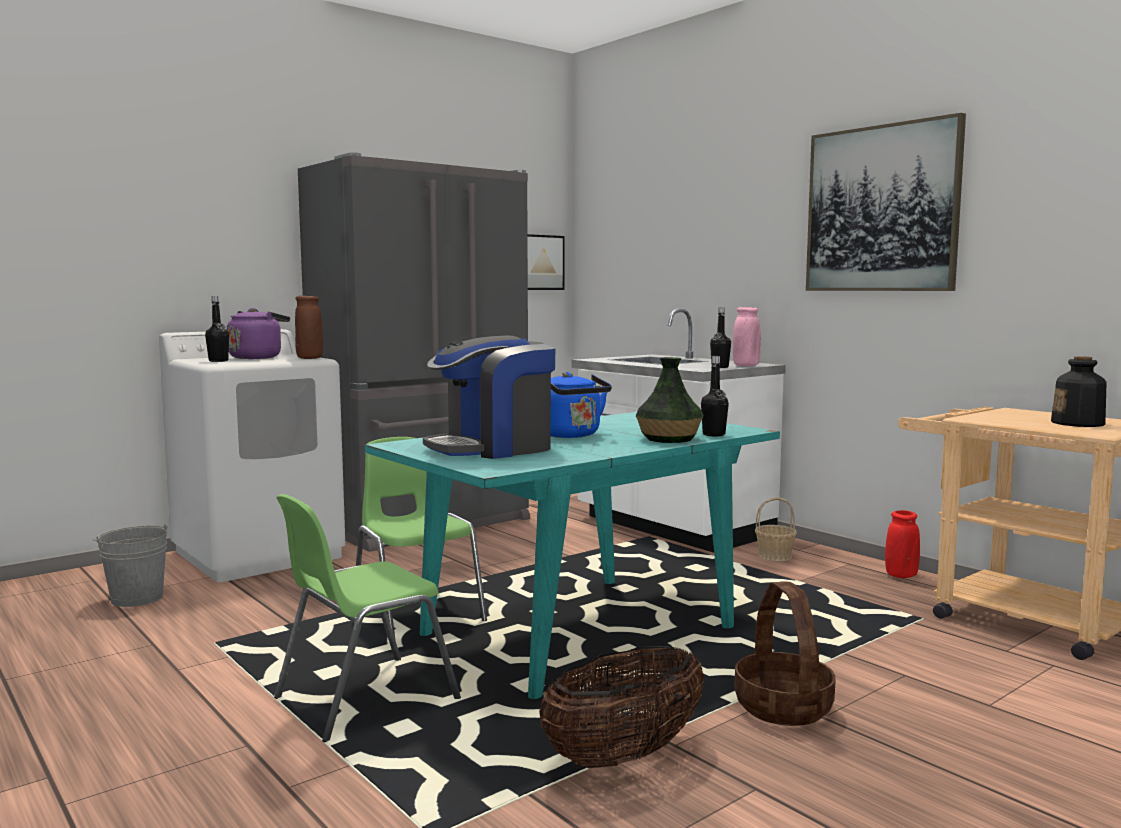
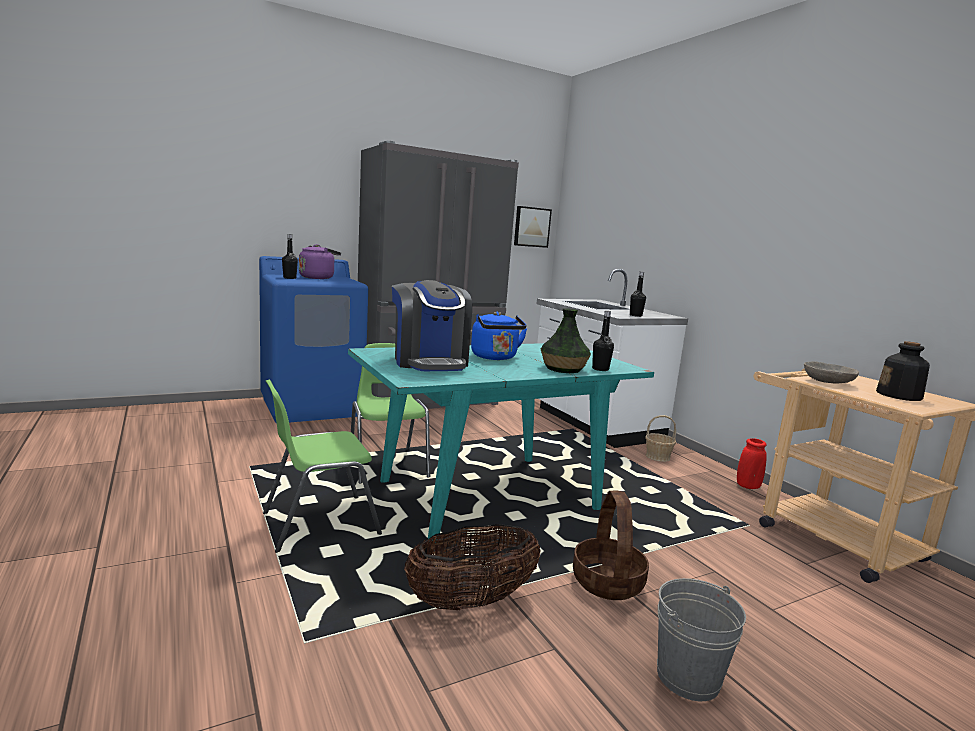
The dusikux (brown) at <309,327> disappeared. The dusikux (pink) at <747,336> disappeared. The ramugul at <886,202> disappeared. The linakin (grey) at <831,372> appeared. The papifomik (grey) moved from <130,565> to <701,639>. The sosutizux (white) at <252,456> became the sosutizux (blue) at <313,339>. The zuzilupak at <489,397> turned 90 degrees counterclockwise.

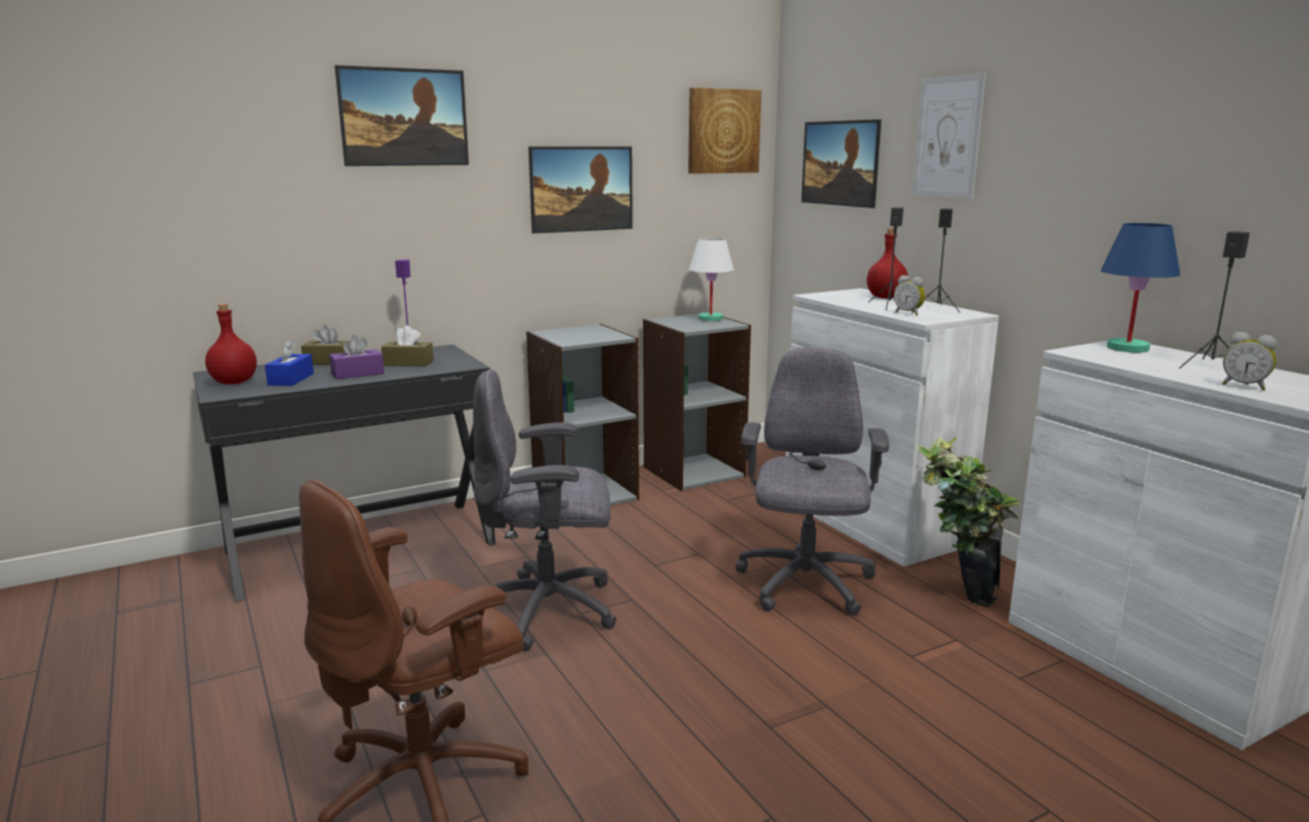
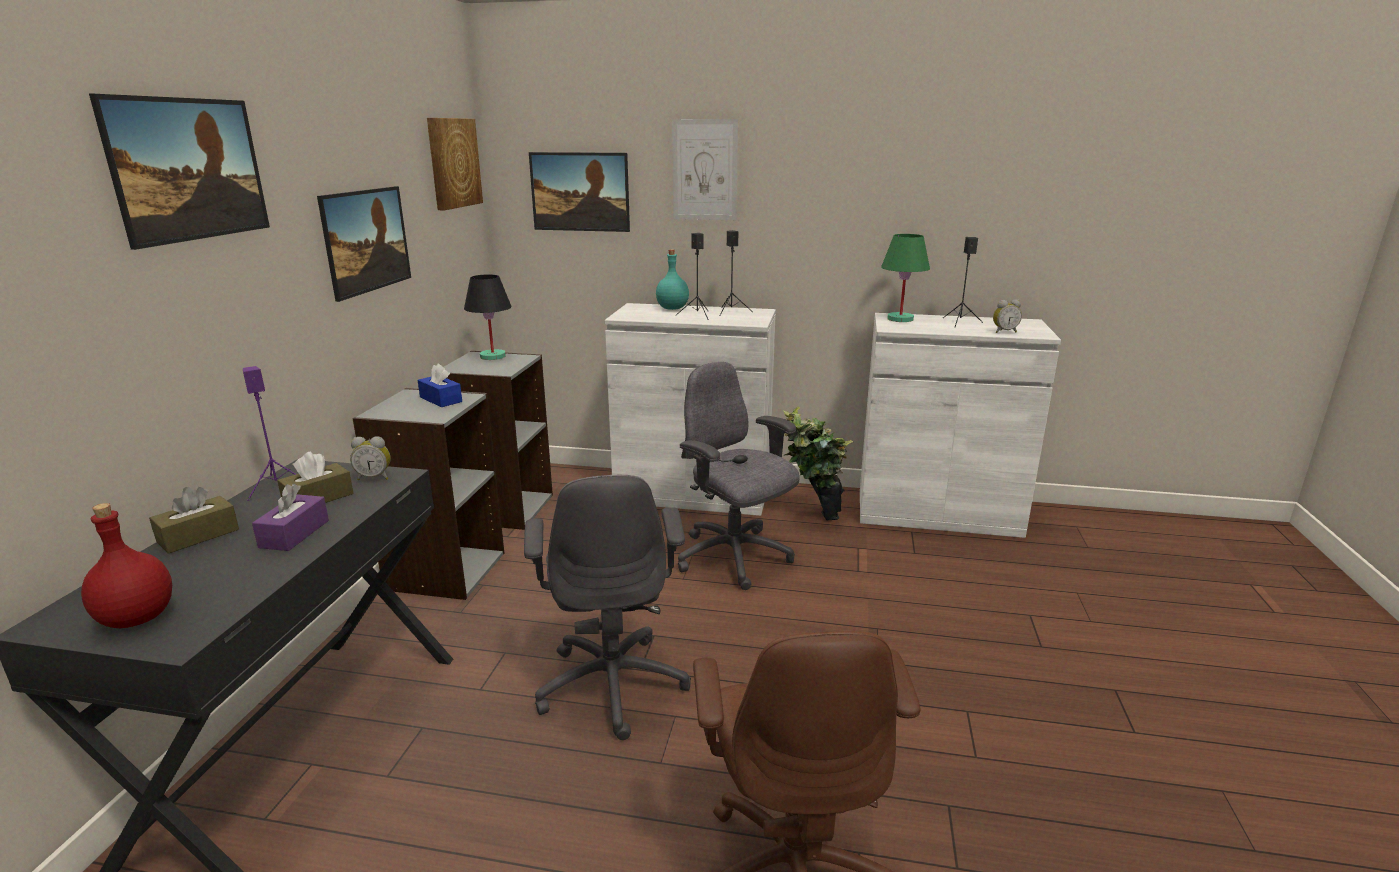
The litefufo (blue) moved from <289,362> to <440,385>. The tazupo moved from <909,295> to <370,458>. The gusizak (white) at <711,279> became the gusizak (black) at <488,317>. The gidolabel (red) at <887,263> became the gidolabel (turquoise) at <672,279>. The gusizak (blue) at <1140,288> became the gusizak (green) at <905,278>. The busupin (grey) at <545,510> turned 45 degrees counterclockwise.

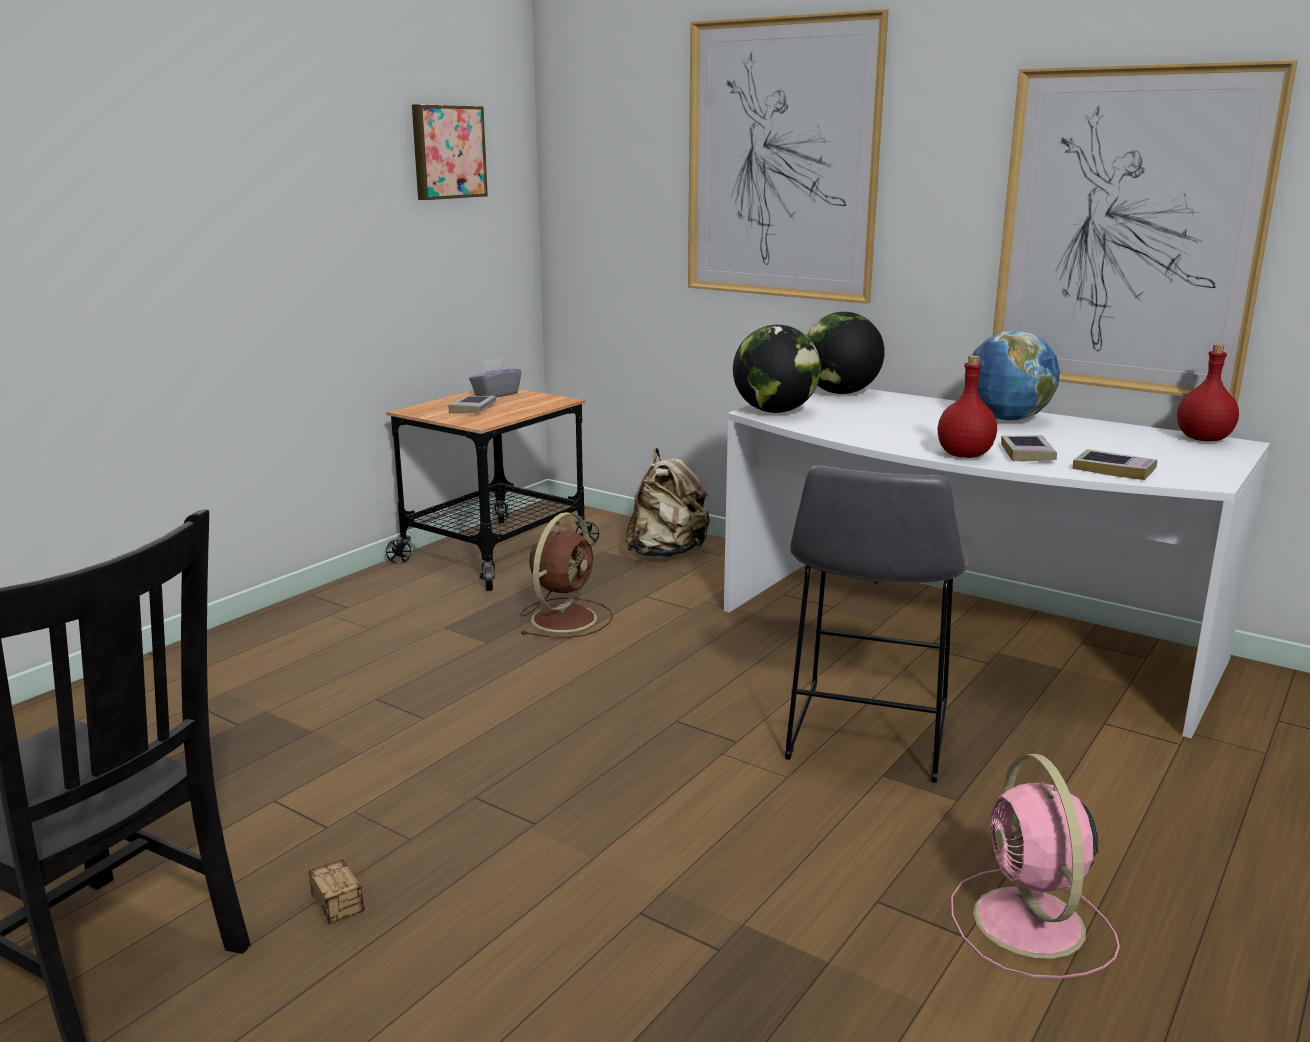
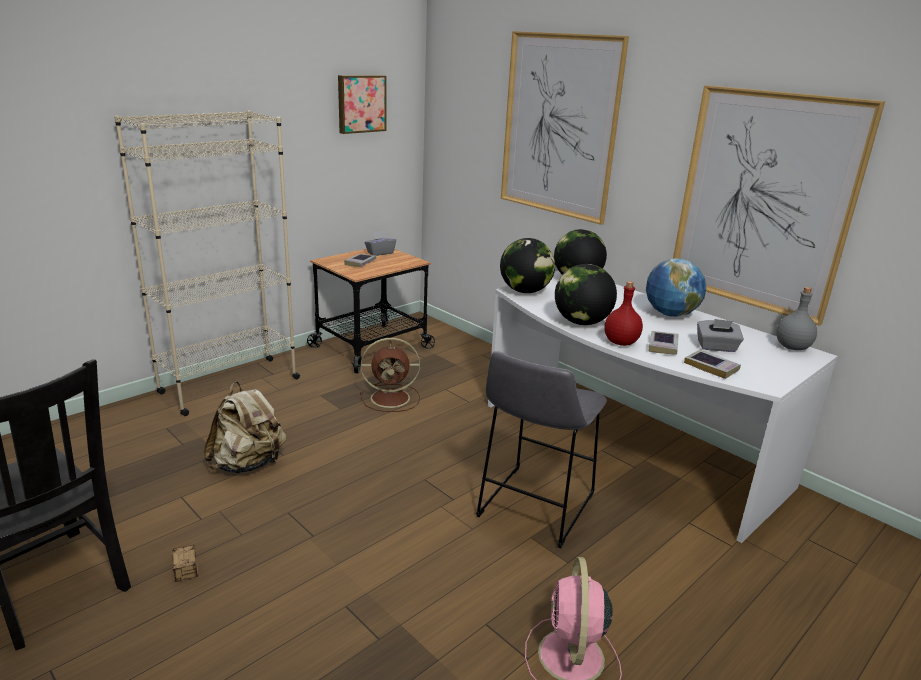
The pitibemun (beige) at <207,263> appeared. The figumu at <586,294> appeared. The litefufo (grey) at <720,335> appeared. The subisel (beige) moved from <667,503> to <244,427>. The gidolabel (red) at <1208,393> became the gidolabel (grey) at <796,318>. The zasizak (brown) at <566,575> turned 45 degrees clockwise.

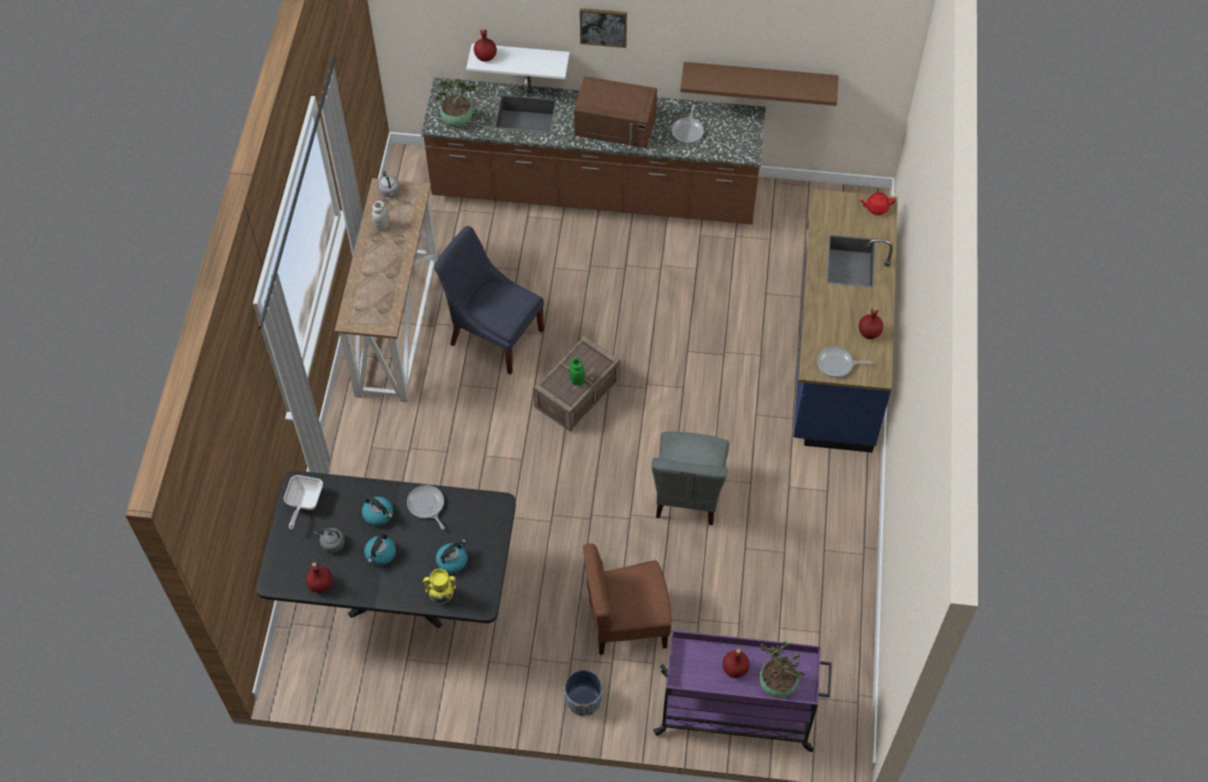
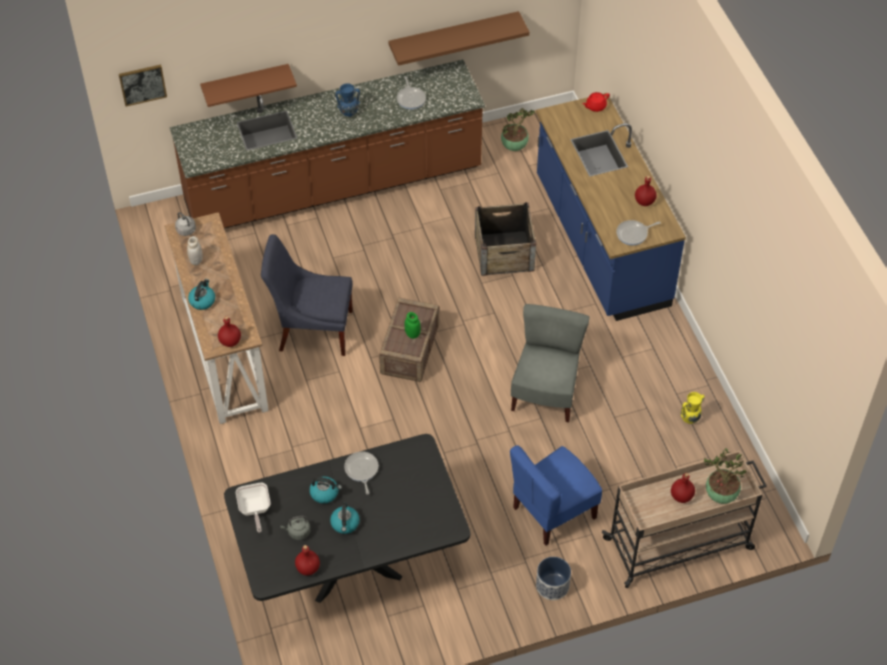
The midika at <505,239> appeared. The dusikux (yellow) moved from <439,586> to <693,408>. The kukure moved from <455,103> to <518,129>. The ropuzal moved from <452,556> to <201,294>. The gidolabel (red) moved from <485,45> to <229,331>. The ramugul moved from <603,28> to <143,86>. The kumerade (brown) at <615,112> was replaced by the dusikux (blue) at <347,100>. The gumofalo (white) at <518,61> became the gumofalo (brown) at <248,85>. The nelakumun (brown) at <627,599> became the nelakumun (blue) at <556,495>. The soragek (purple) at <742,691> became the soragek (beige) at <684,519>. The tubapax at <426,507> turned 45 degrees clockwise. The nelakumun (grey) at <690,478> turned 150 degrees counterclockwise.

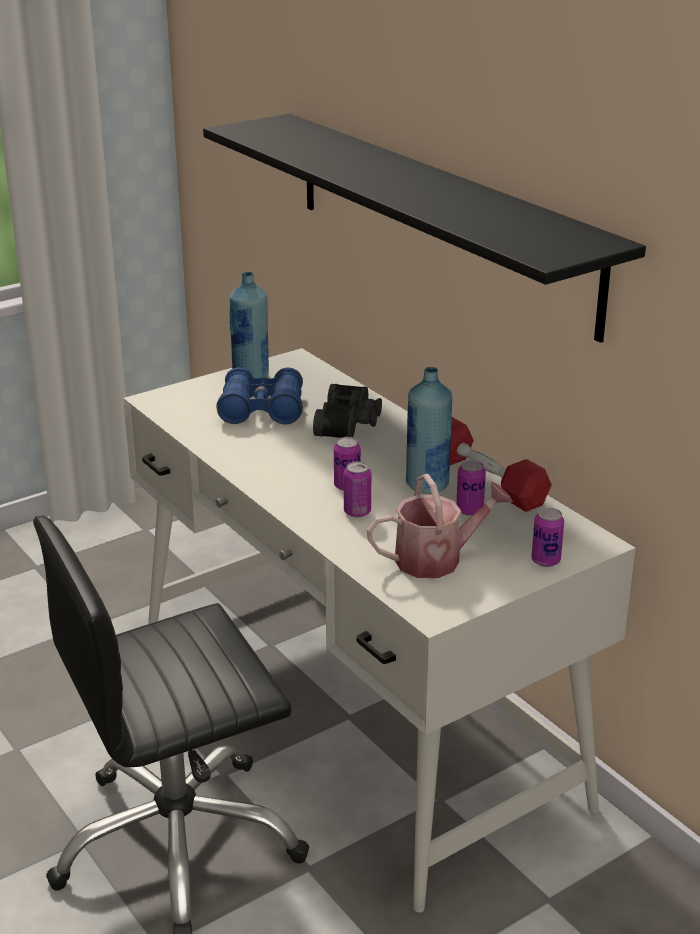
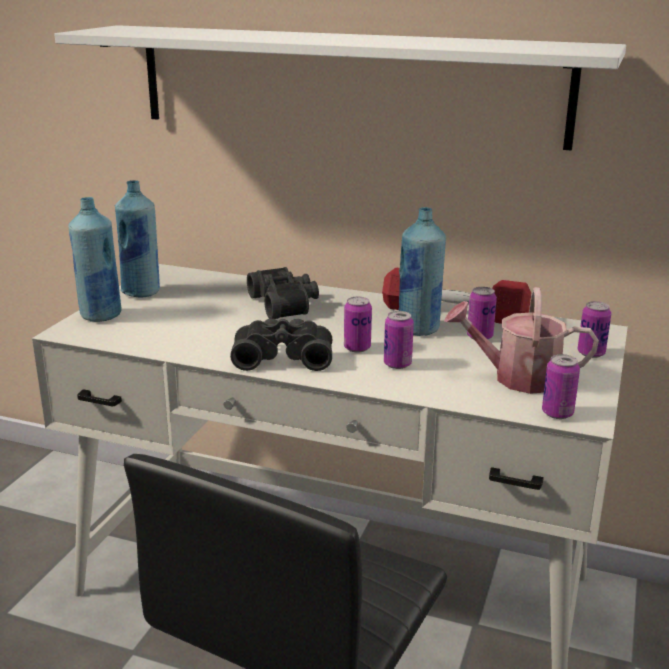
The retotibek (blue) at <259,395> disappeared. The gidolabel (blue) at <95,259> appeared. The retotibek (black) at <281,345> appeared. The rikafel at <561,386> appeared. The gumofalo (black) at <424,228> became the gumofalo (white) at <340,88>. The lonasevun at <440,526> turned 120 degrees counterclockwise.

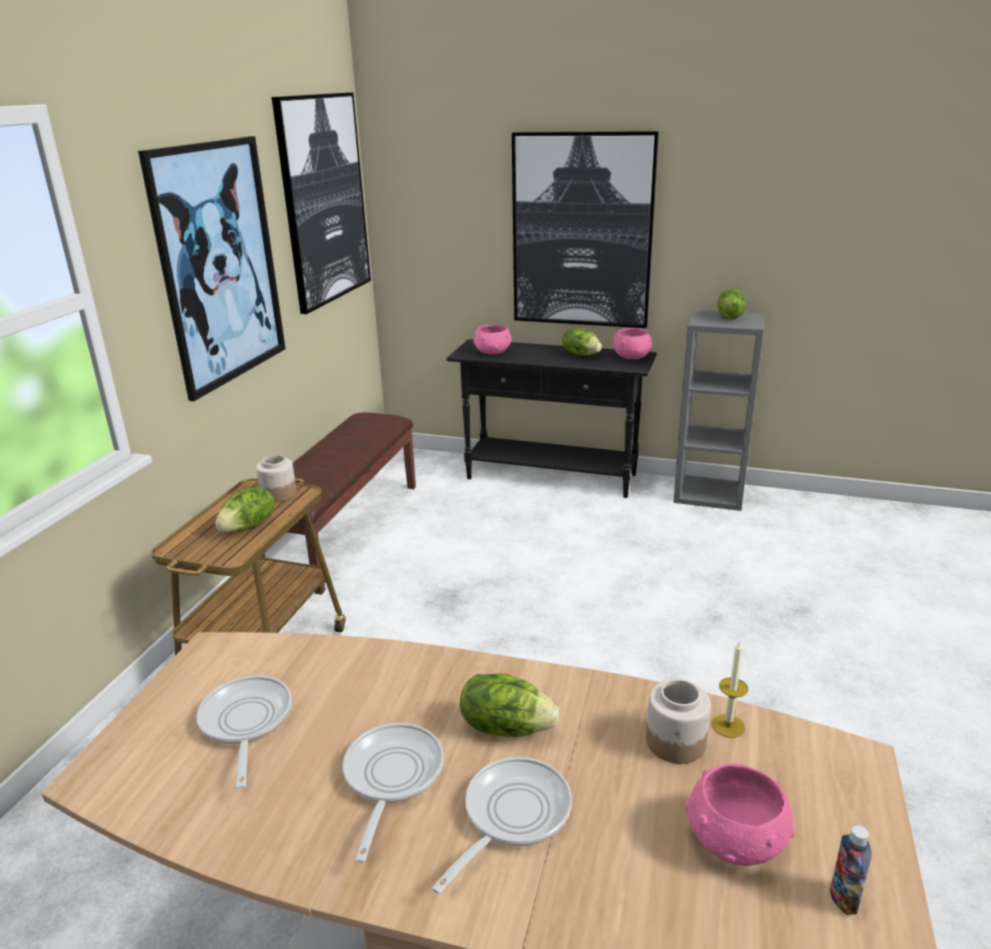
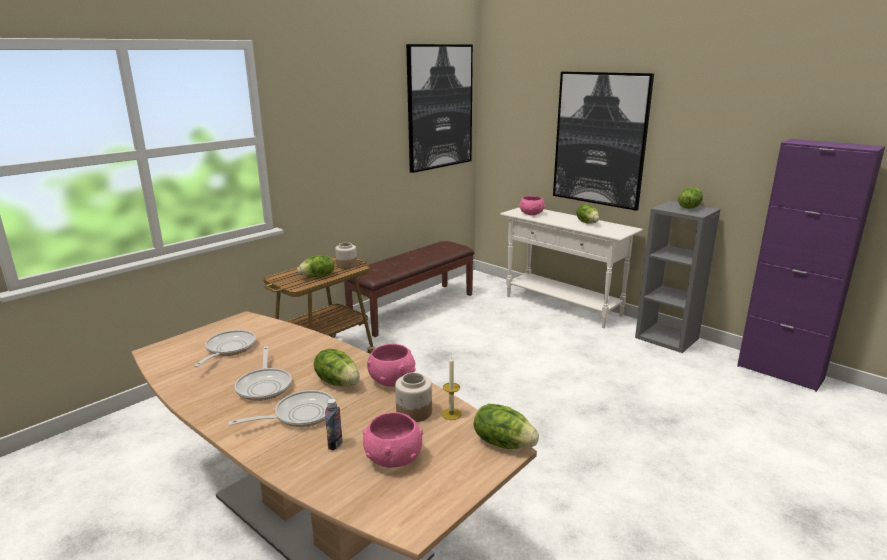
The ramugul at <212,268> disappeared. The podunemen at <506,426> appeared. The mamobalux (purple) at <811,265> appeared. The linakin (pink) moved from <632,343> to <391,365>. The gidolabel moved from <851,870> to <333,424>. The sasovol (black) at <551,418> became the sasovol (white) at <571,267>. The tubapax at <393,793> turned 135 degrees clockwise.

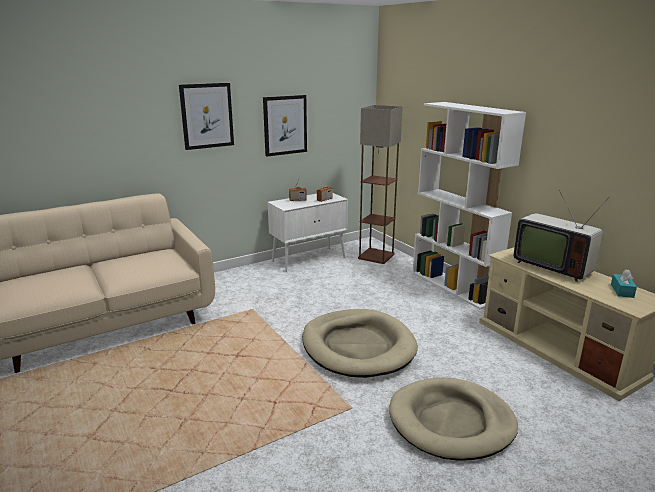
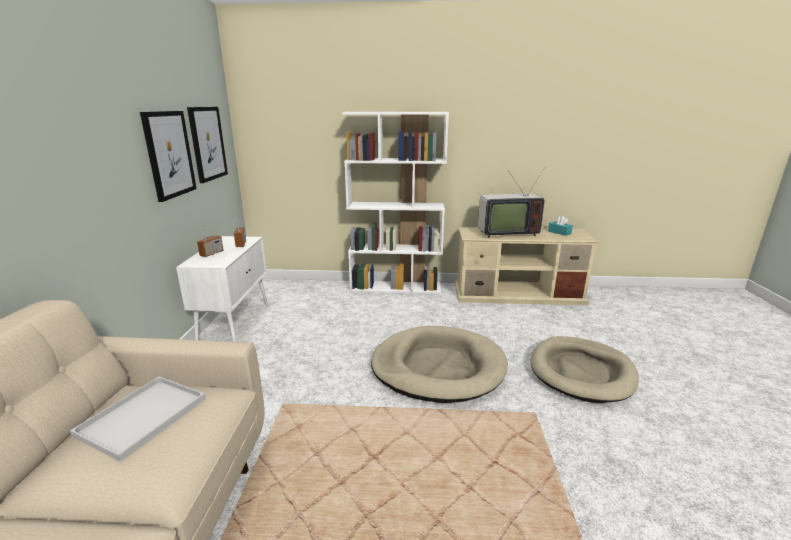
The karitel at <380,184> disappeared. The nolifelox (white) at <138,419> appeared. The ramugul moved from <206,116> to <207,145>.

